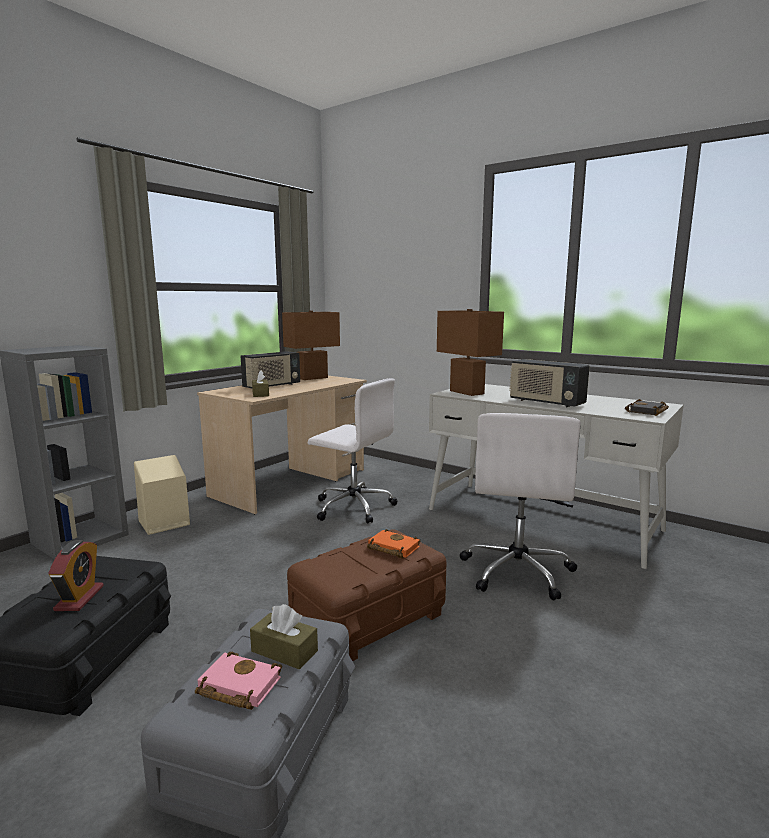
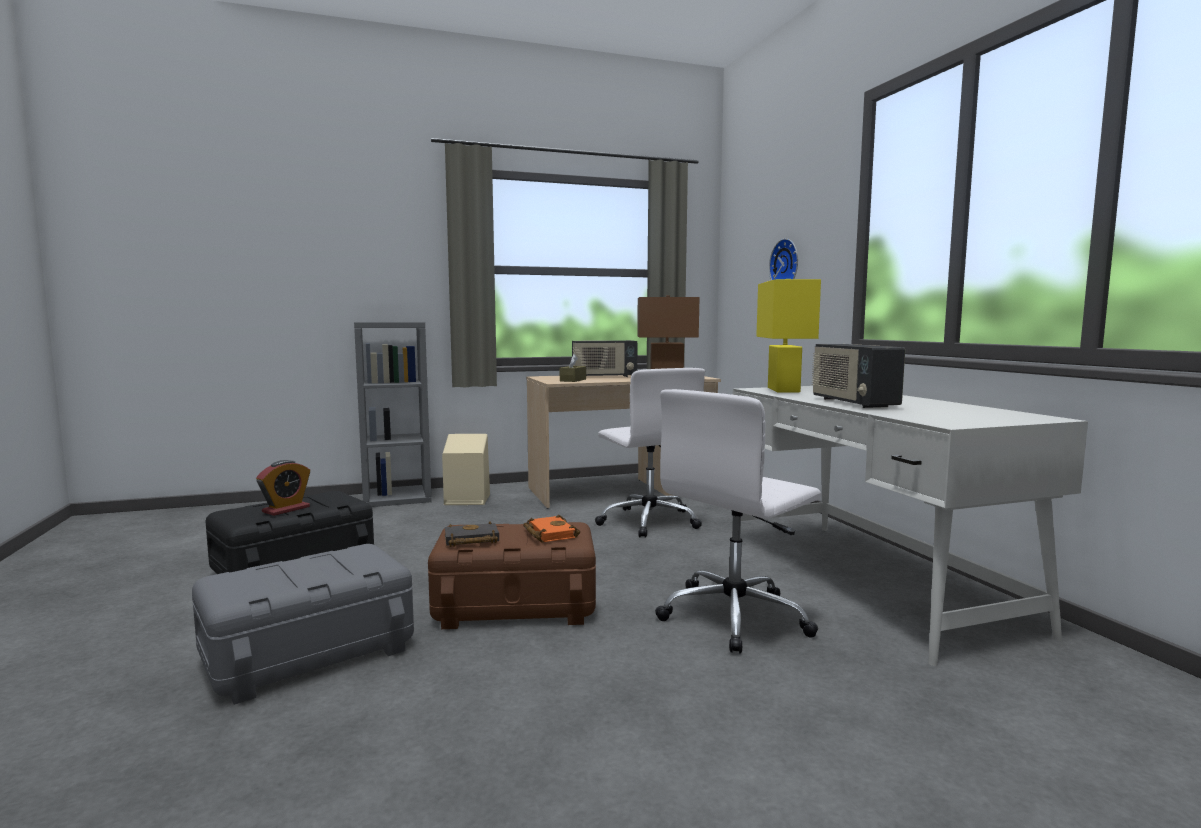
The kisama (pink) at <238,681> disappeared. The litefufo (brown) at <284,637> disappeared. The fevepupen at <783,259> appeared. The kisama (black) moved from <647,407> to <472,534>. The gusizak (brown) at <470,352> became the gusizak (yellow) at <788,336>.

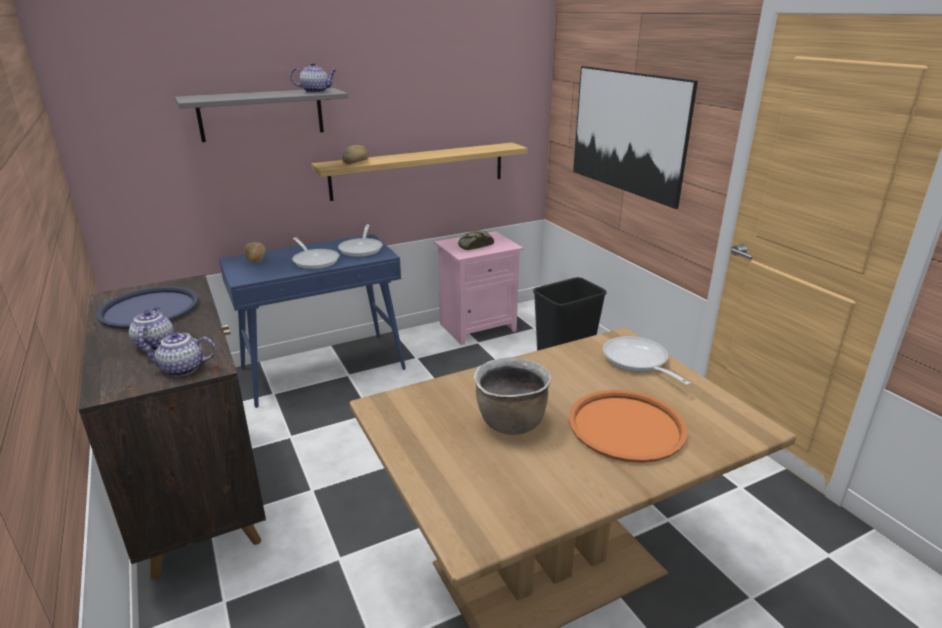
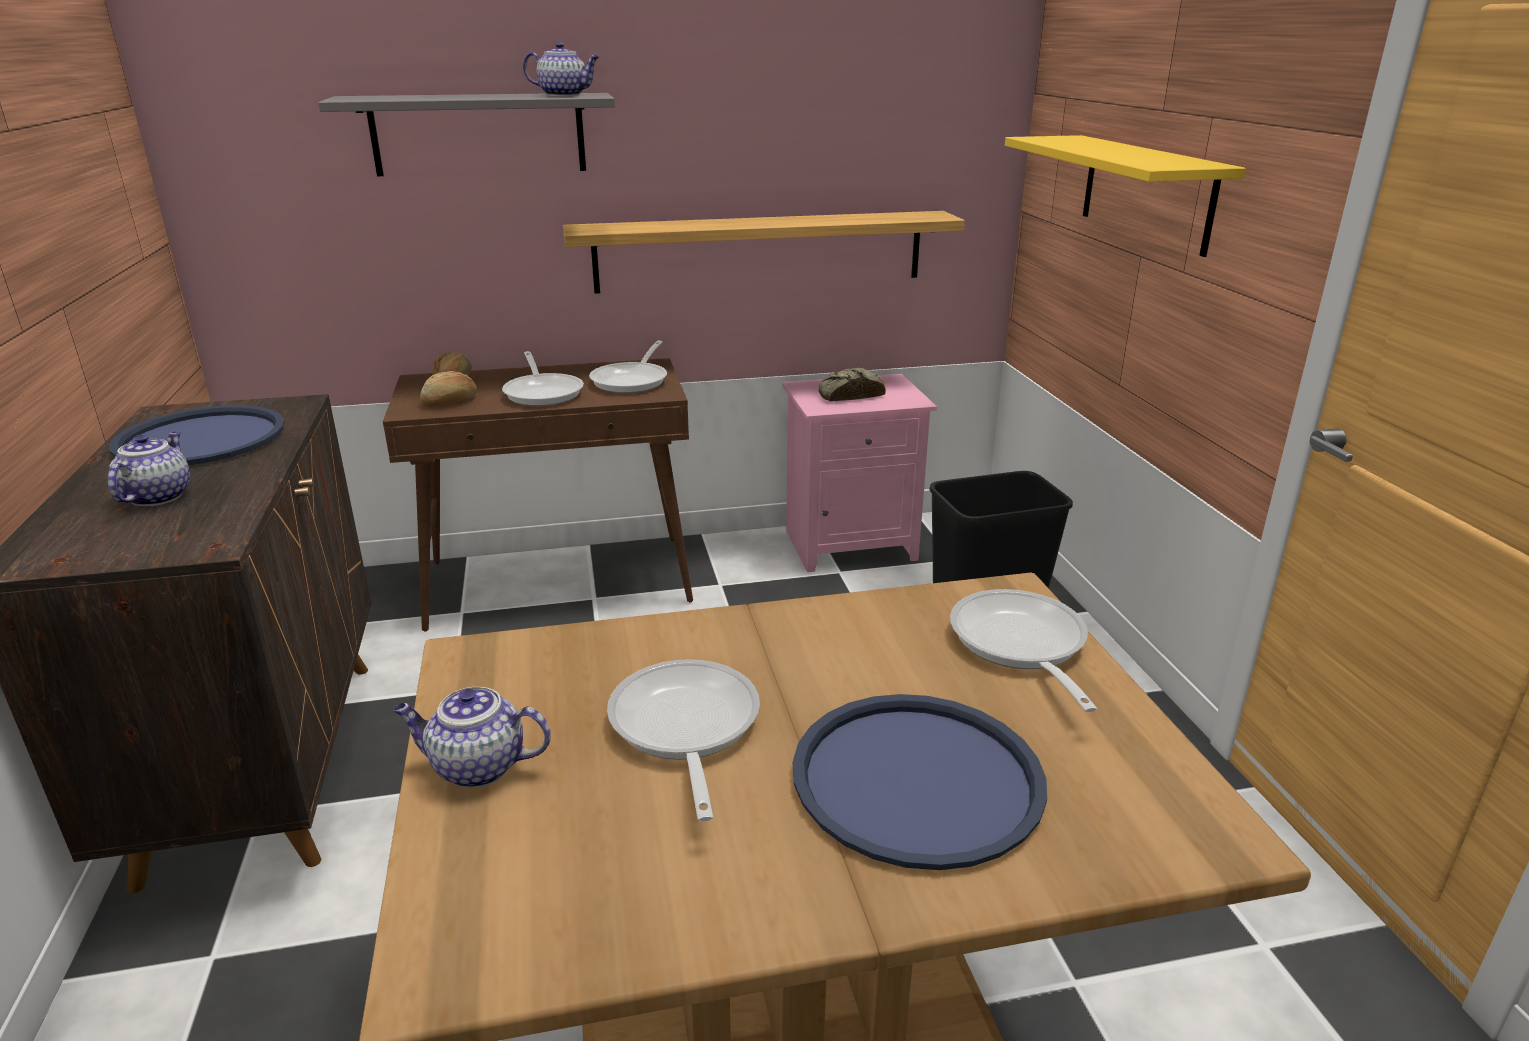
The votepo moved from <177,354> to <472,737>. The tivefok moved from <355,154> to <448,389>. The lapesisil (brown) at <512,396> was replaced by the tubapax at <683,740>. The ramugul at <635,137> was replaced by the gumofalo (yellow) at <1125,196>. The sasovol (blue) at <312,321> became the sasovol (brown) at <538,495>. The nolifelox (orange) at <628,426> became the nolifelox (blue) at <920,782>.

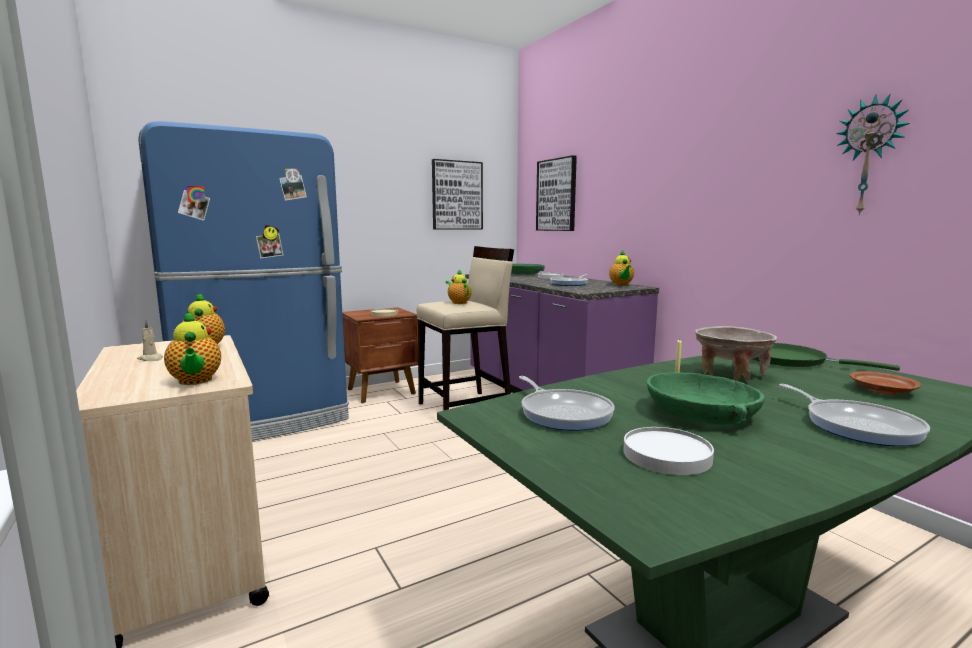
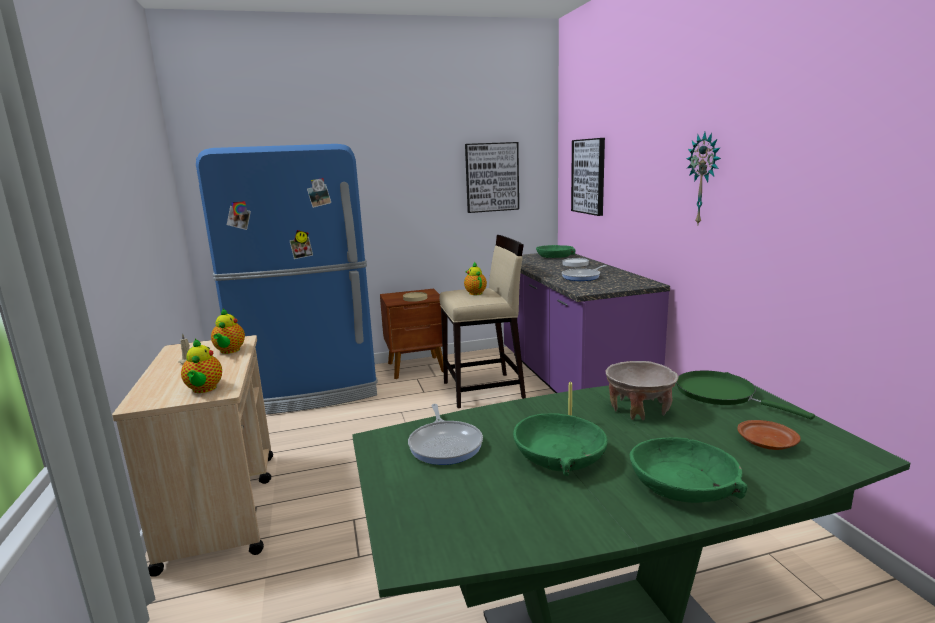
The votepo at <621,267> disappeared. The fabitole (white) at <669,451> disappeared. The fevepupen moved from <873,155> to <703,178>. The tubapax at <854,415> was replaced by the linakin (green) at <688,470>.

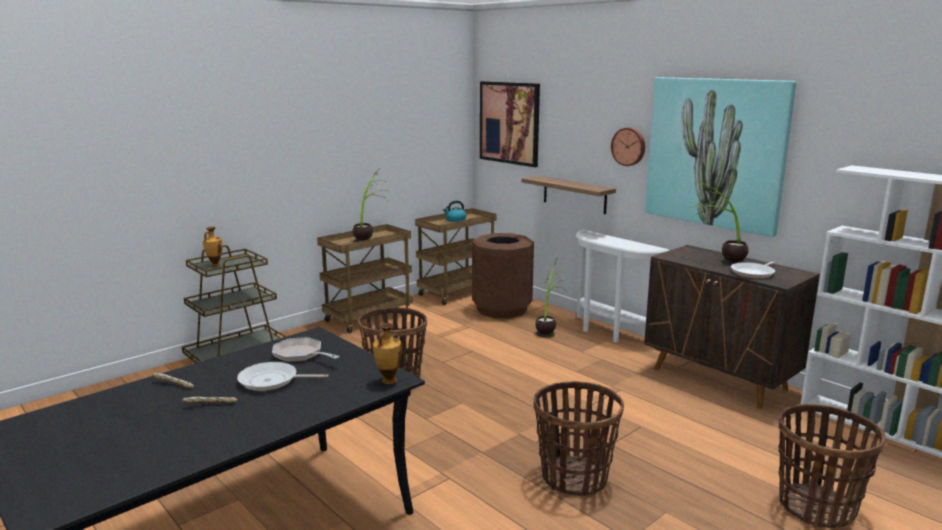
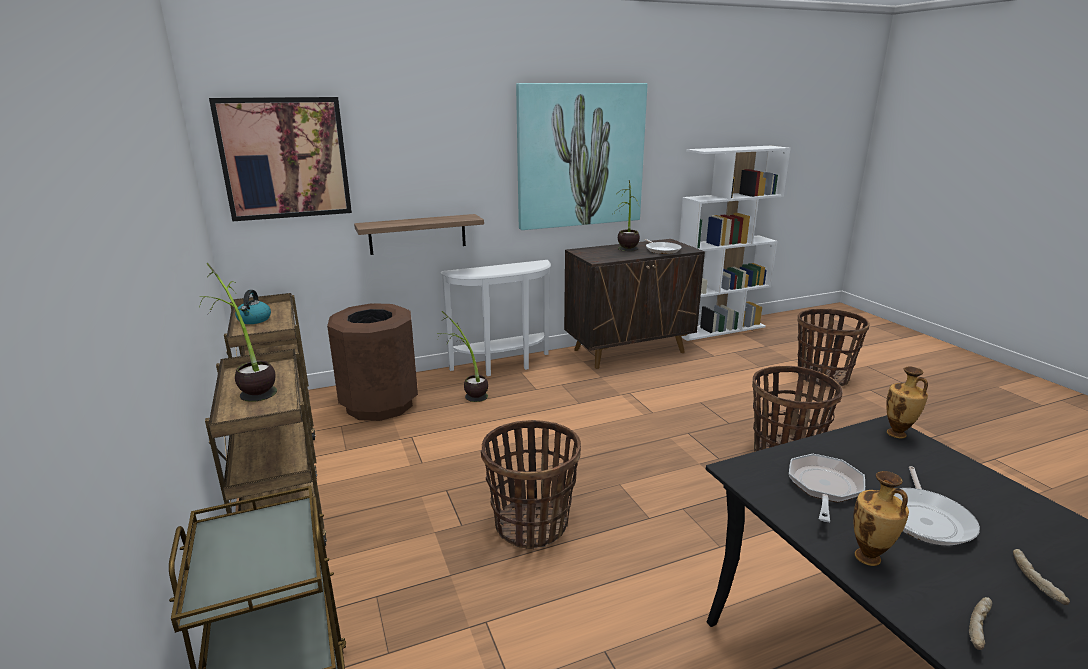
The fevepupen at <628,147> disappeared. The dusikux moved from <213,247> to <881,518>. The tubapax at <306,349> turned 150 degrees clockwise.

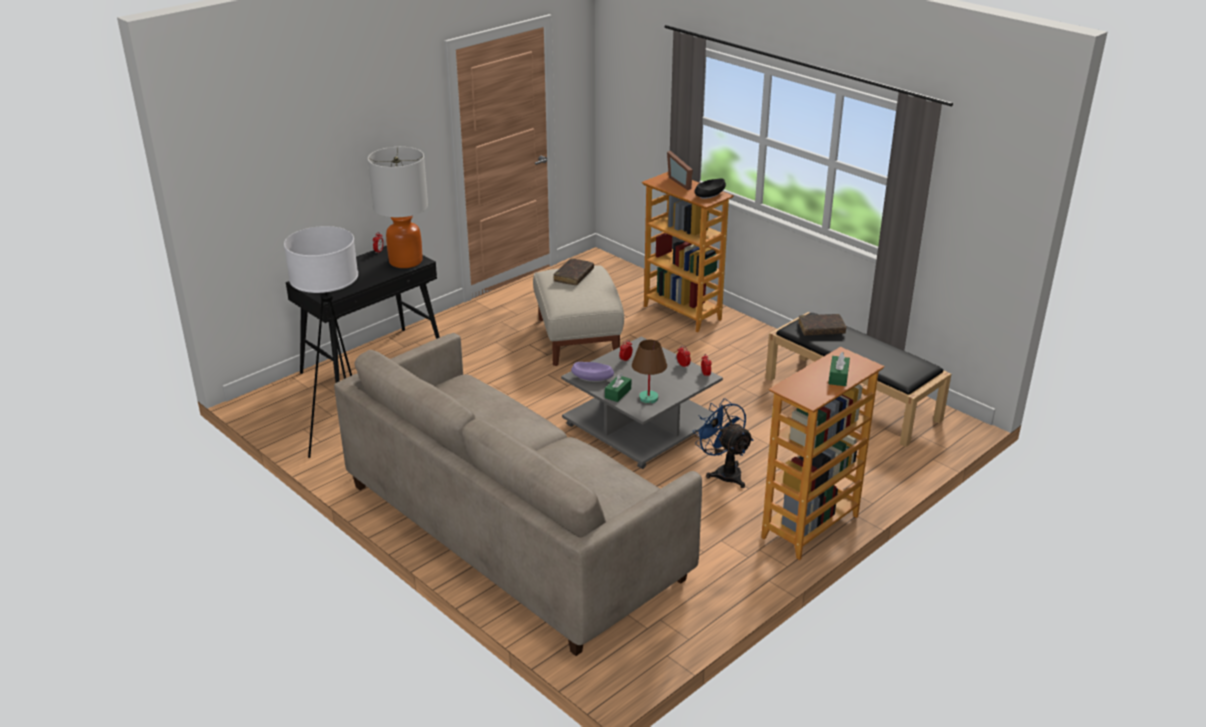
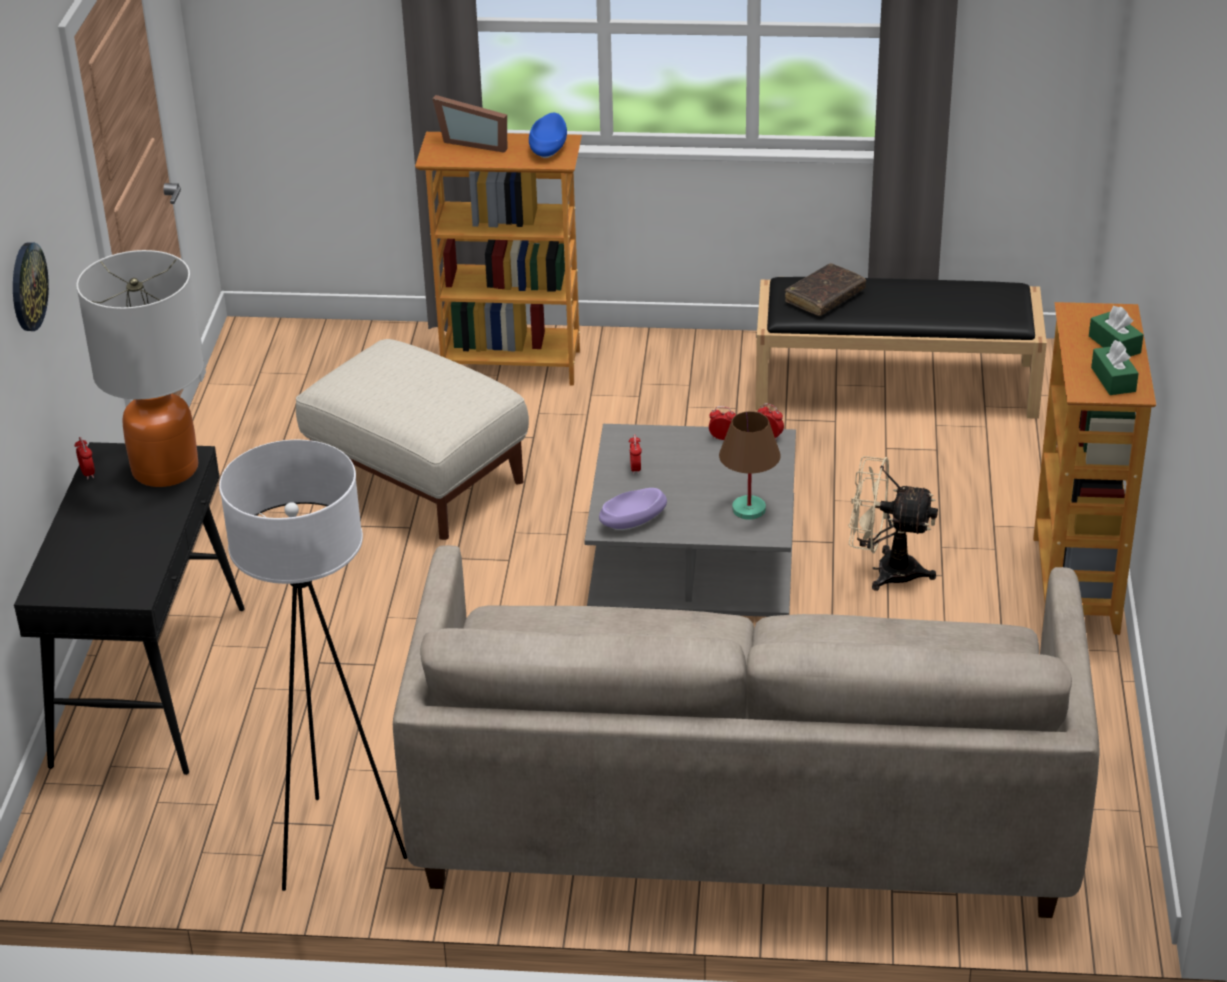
The kisama (brown) at <573,271> disappeared. The fevepupen at <31,286> appeared. The litefufo (green) moved from <618,387> to <1115,367>. The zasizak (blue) at <723,443> became the zasizak (beige) at <893,523>. The linakin (black) at <710,188> became the linakin (blue) at <548,135>.

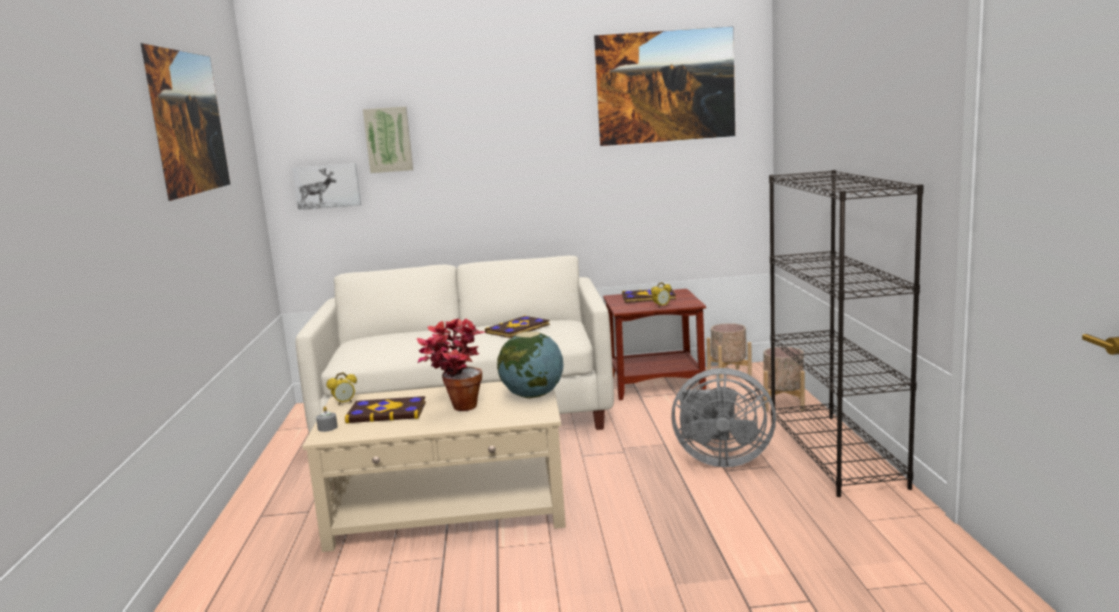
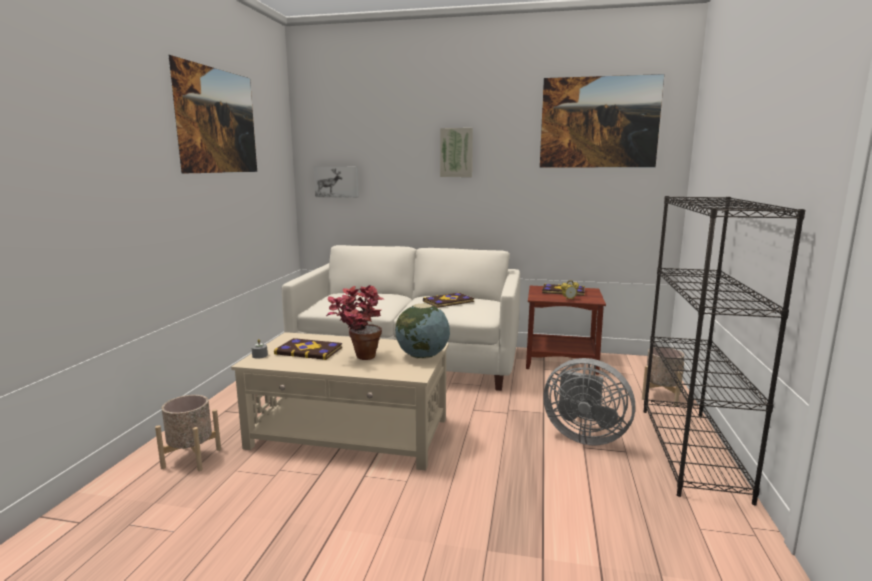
The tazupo at <341,388> disappeared. The ramugul moved from <388,139> to <456,152>. The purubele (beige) moved from <729,352> to <188,433>.

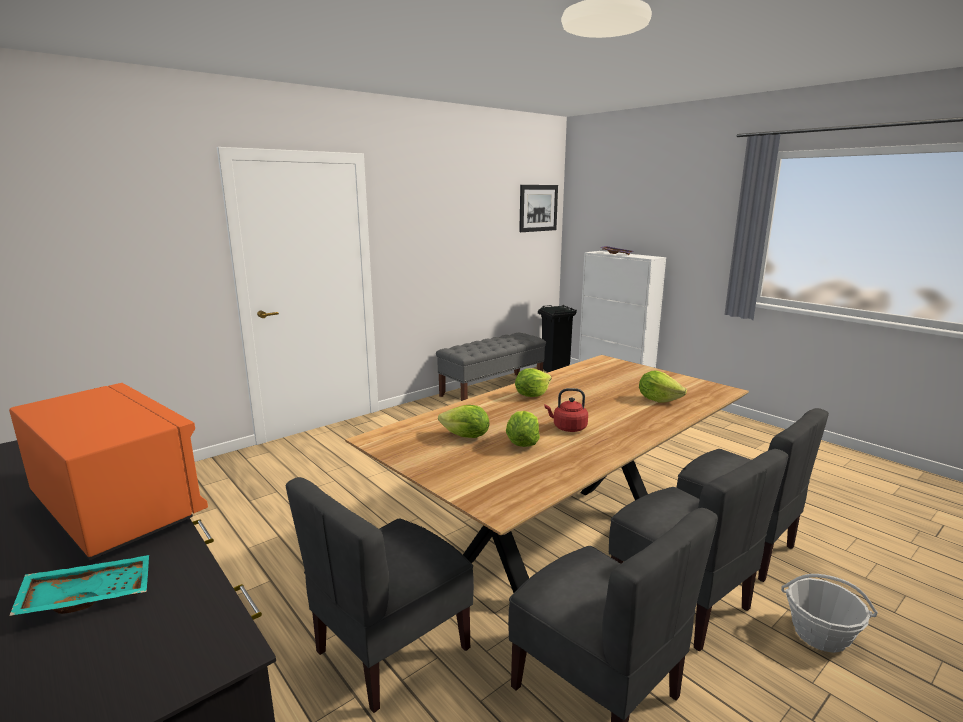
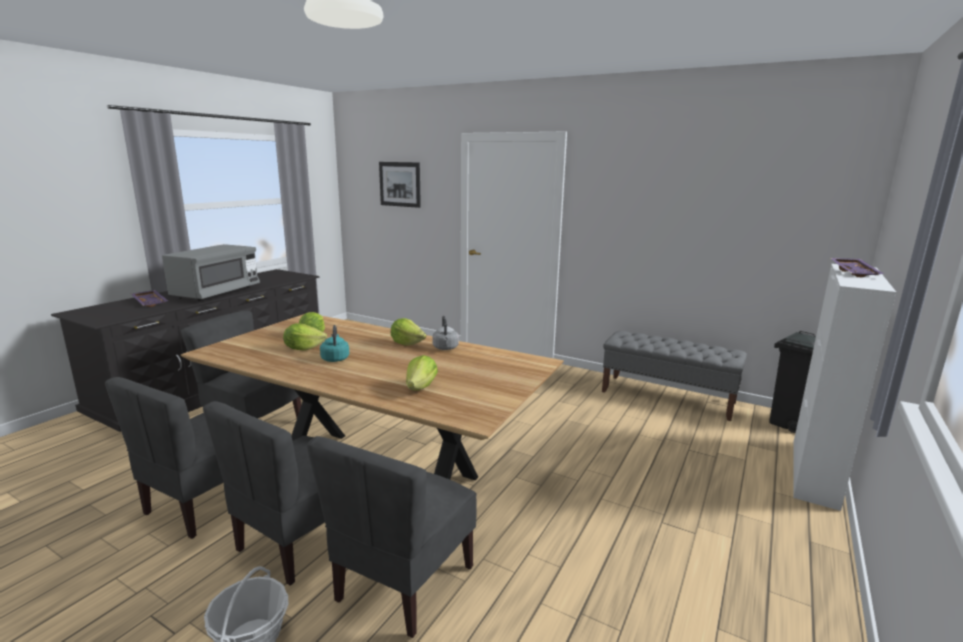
The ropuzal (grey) at <446,333> appeared. The ramugul moved from <538,208> to <400,185>. The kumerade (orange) at <108,471> became the kumerade (grey) at <211,272>. The nolifelox (turquoise) at <79,585> became the nolifelox (purple) at <149,298>. The ropuzal (red) at <566,410> became the ropuzal (turquoise) at <334,343>.

